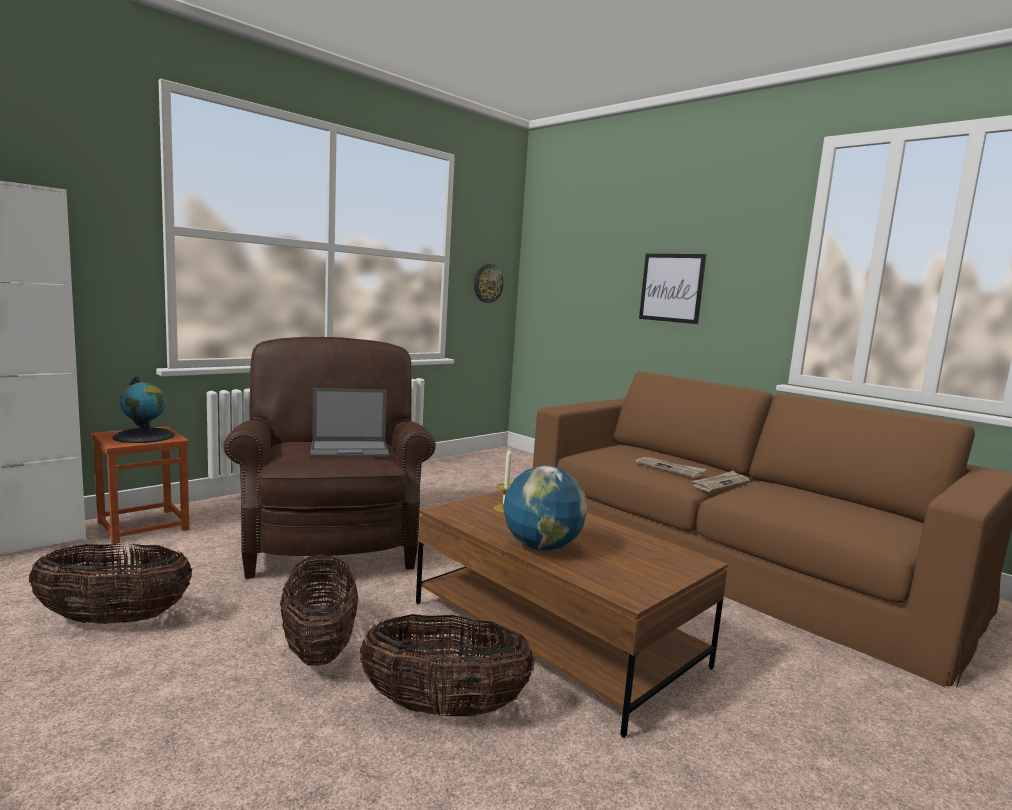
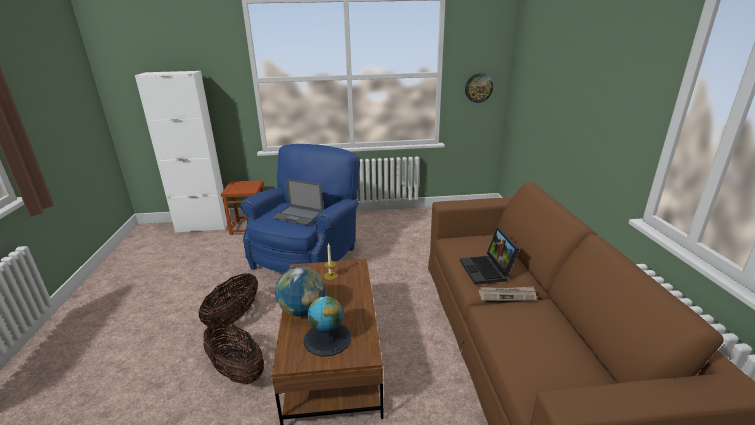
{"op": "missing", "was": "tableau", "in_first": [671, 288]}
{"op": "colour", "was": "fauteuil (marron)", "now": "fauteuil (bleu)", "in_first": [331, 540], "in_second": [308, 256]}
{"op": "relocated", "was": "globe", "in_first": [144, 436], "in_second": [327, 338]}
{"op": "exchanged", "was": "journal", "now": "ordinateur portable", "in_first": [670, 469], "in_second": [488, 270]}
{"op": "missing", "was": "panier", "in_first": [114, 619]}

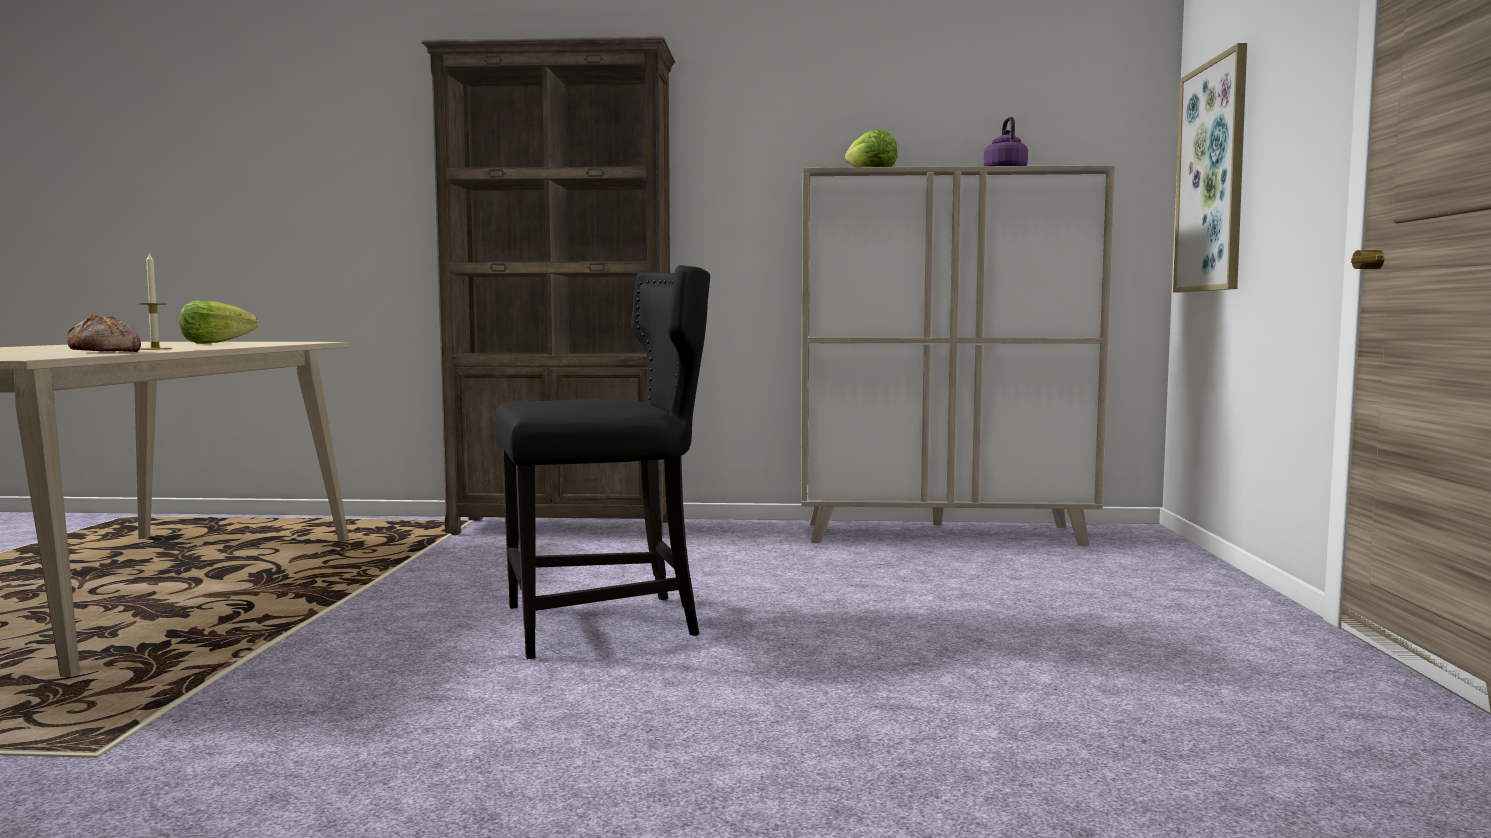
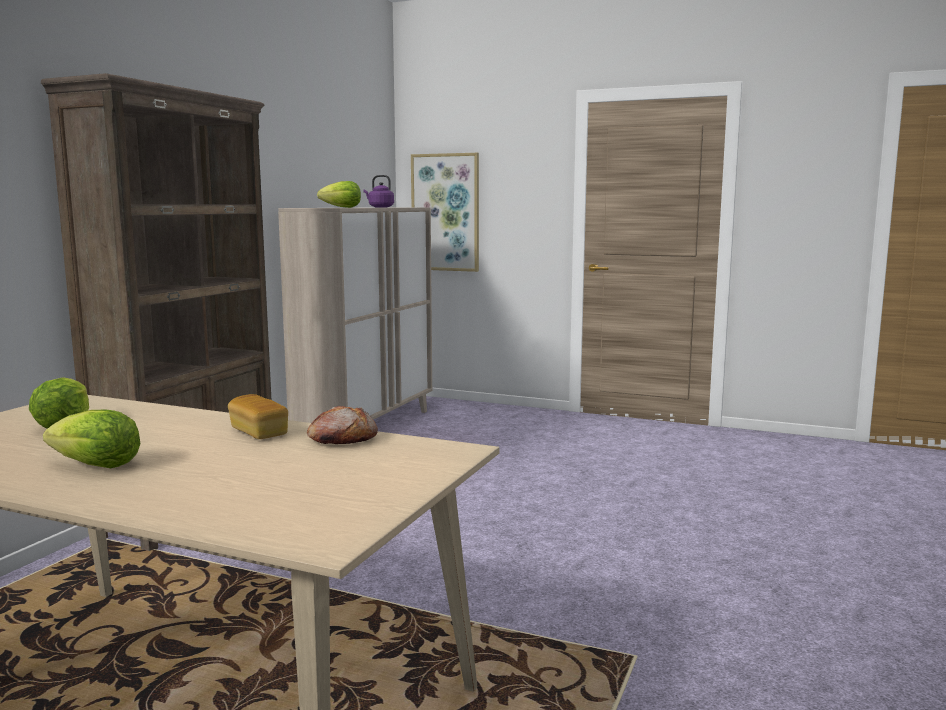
{"op": "exchanged", "was": "bougie", "now": "pain", "in_first": [155, 349], "in_second": [259, 432]}
{"op": "missing", "was": "chaise (noir)", "in_first": [605, 623]}
{"op": "appeared", "now": "laitue", "in_second": [97, 466]}

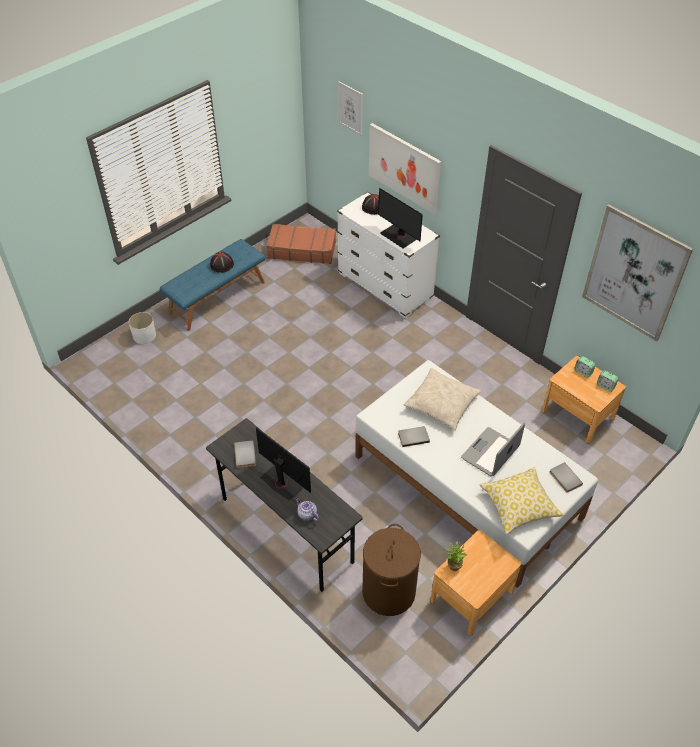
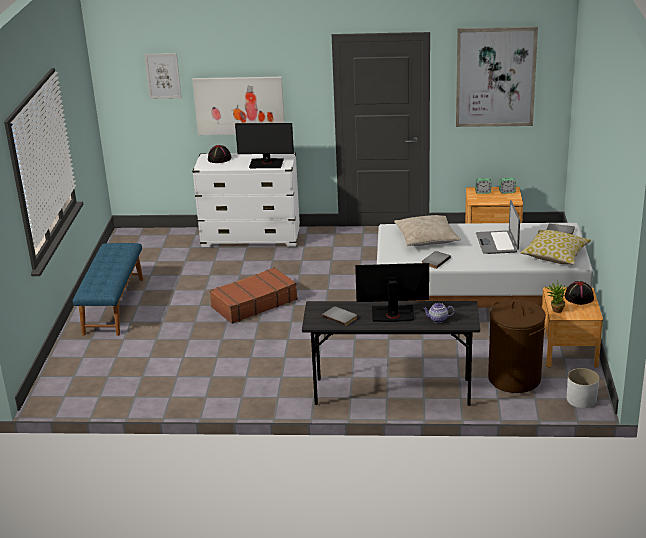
{"op": "relocated", "was": "valise (marron)", "in_first": [301, 250], "in_second": [254, 303]}
{"op": "relocated", "was": "chapeau (noir)", "in_first": [222, 264], "in_second": [579, 297]}
{"op": "relocated", "was": "cache-pot (blanc)", "in_first": [144, 336], "in_second": [581, 399]}

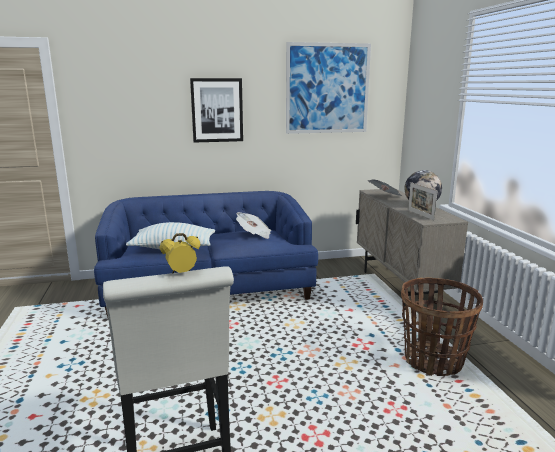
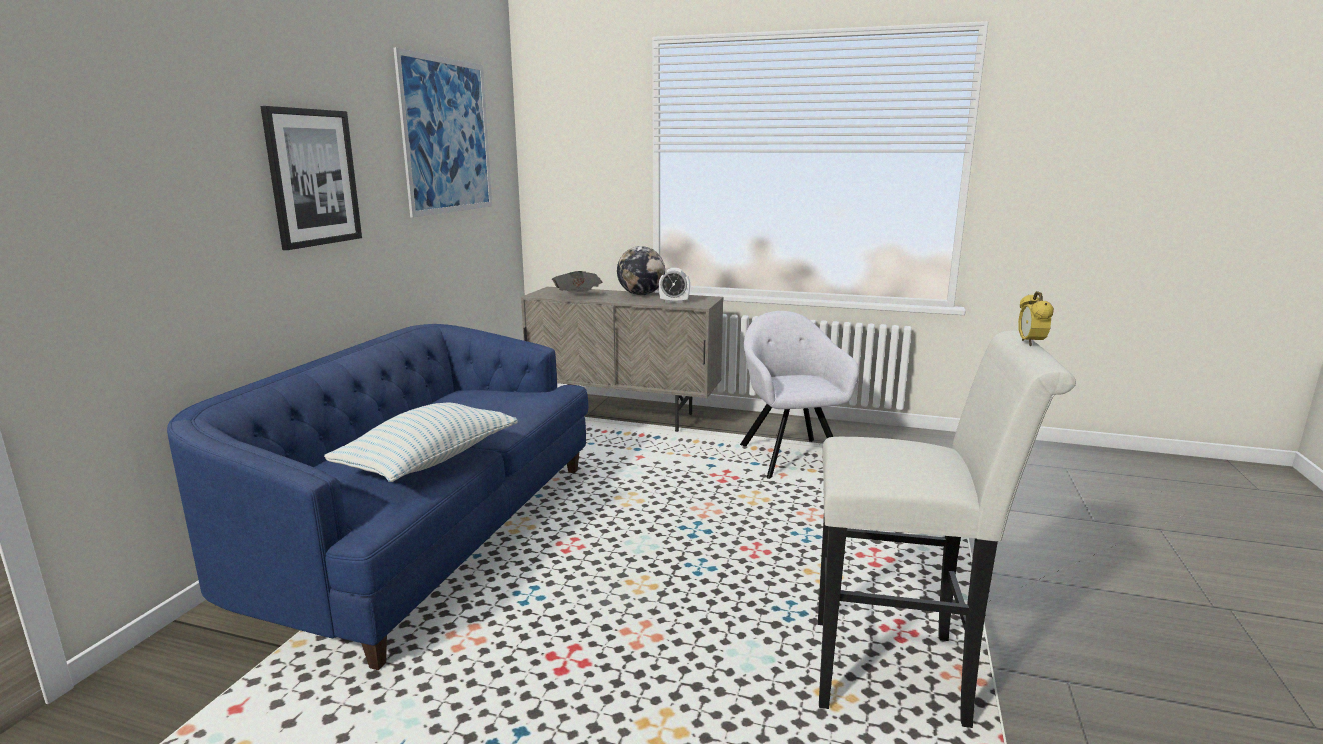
{"op": "exchanged", "was": "cadre photo", "now": "réveil", "in_first": [420, 215], "in_second": [674, 302]}
{"op": "missing", "was": "journal", "in_first": [254, 234]}
{"op": "exchanged", "was": "panier", "now": "fauteuil (gris)", "in_first": [433, 361], "in_second": [789, 456]}

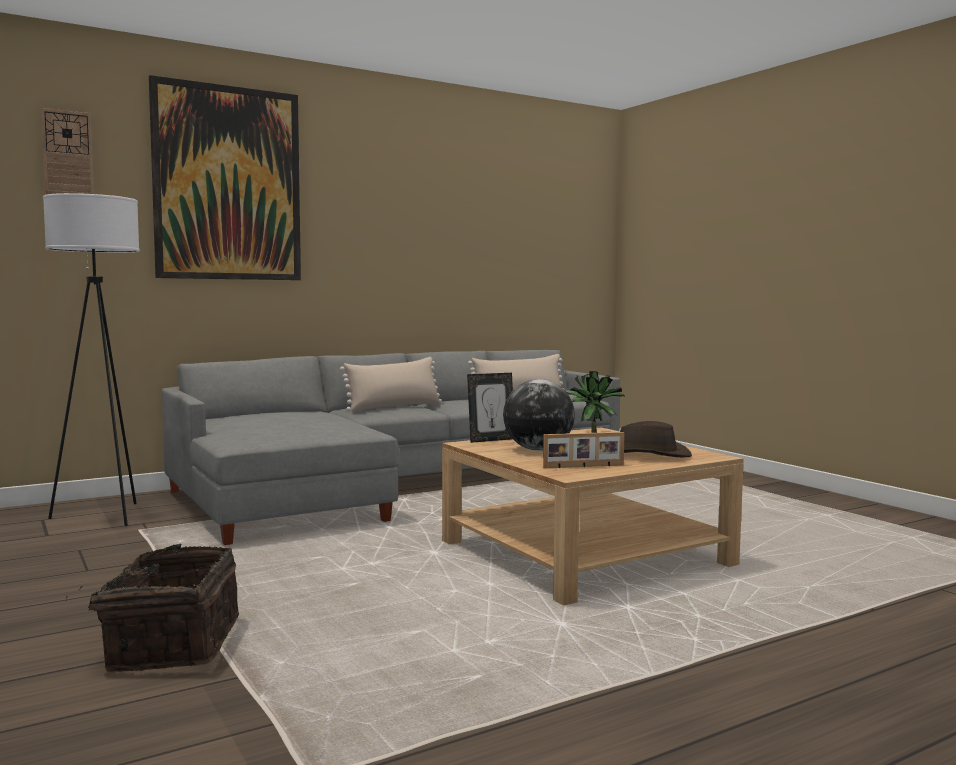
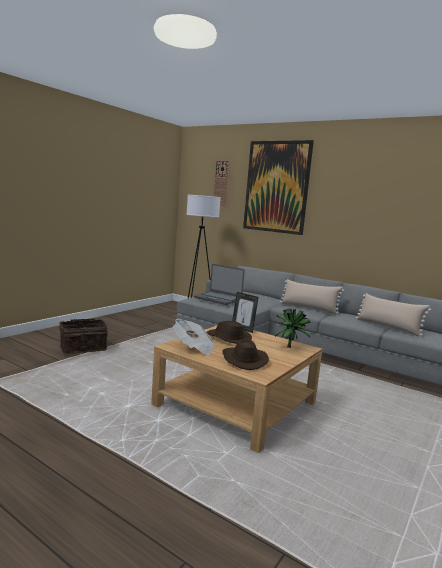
{"op": "exchanged", "was": "globe", "now": "chapeau (marron)", "in_first": [538, 450], "in_second": [228, 338]}
{"op": "exchanged", "was": "cadre photo", "now": "journal", "in_first": [584, 466], "in_second": [194, 348]}
{"op": "appeared", "now": "ordinateur portable", "in_second": [218, 299]}

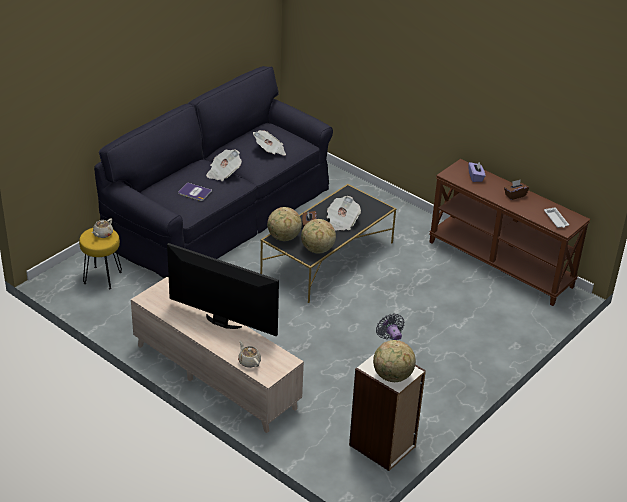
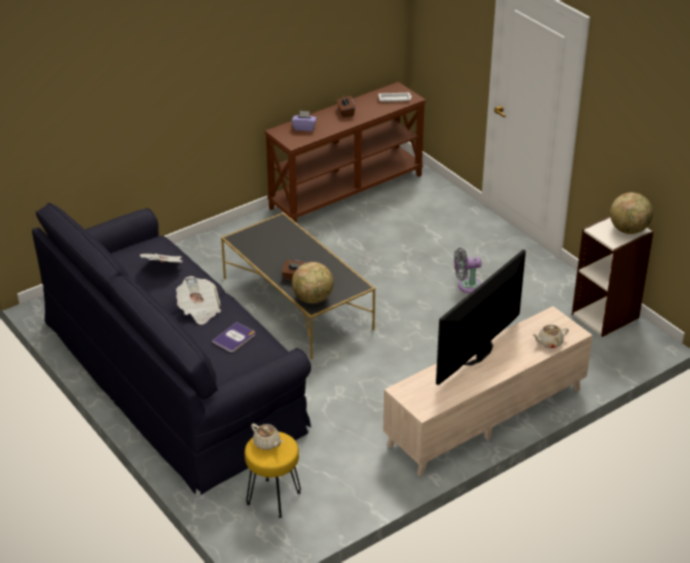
{"op": "missing", "was": "journal", "in_first": [341, 222]}
{"op": "missing", "was": "globe", "in_first": [317, 250]}

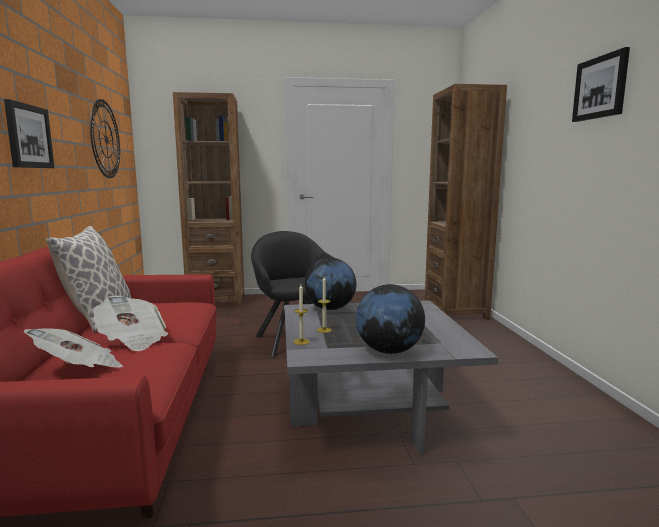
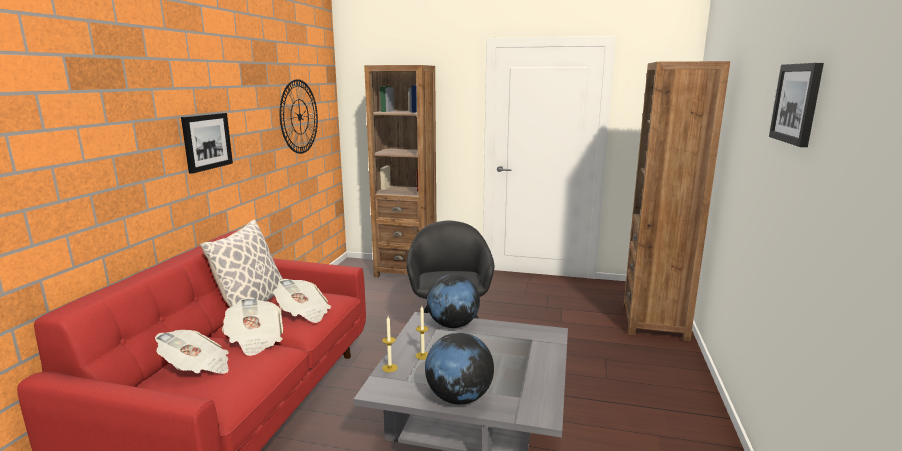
{"op": "appeared", "now": "journal", "in_second": [304, 313]}

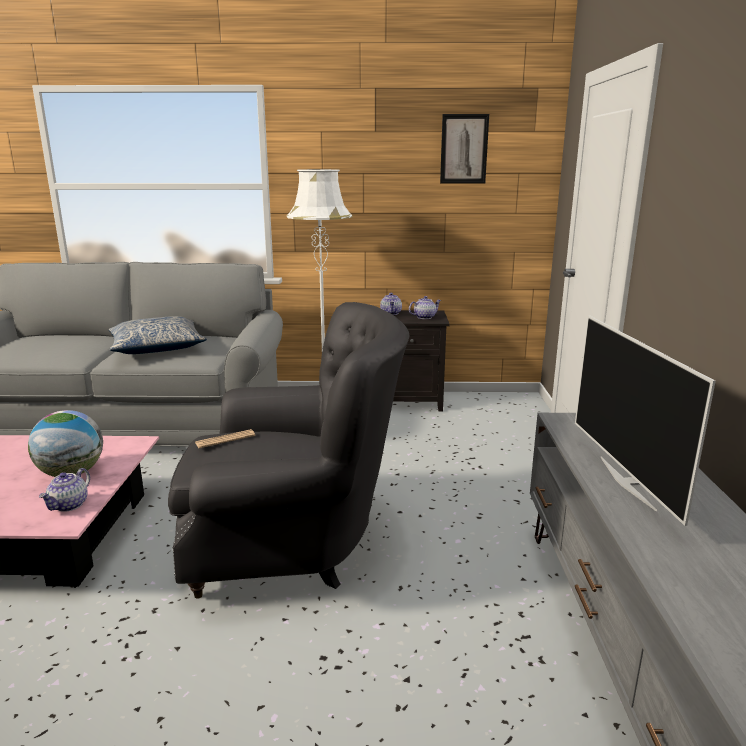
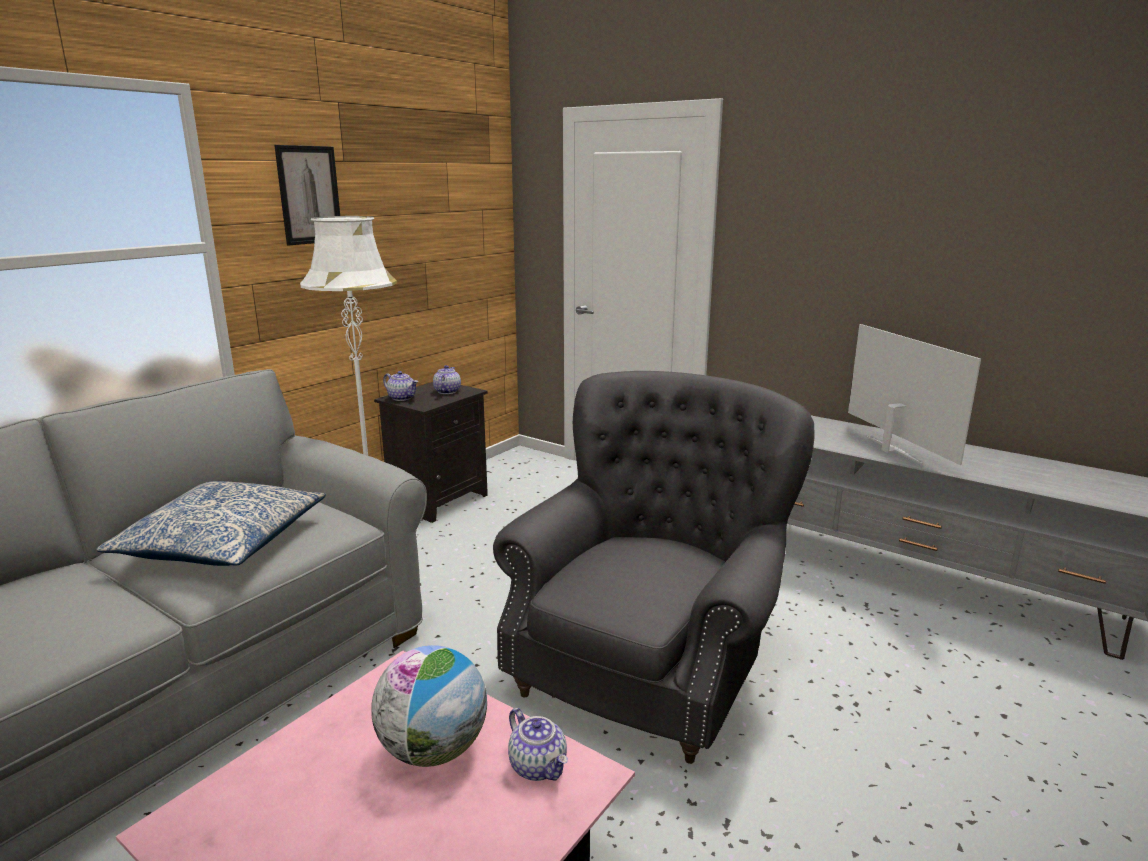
{"op": "relocated", "was": "tableau", "in_first": [464, 149], "in_second": [309, 195]}
{"op": "spun", "was": "téléviseur", "in_first": [628, 482], "in_second": [891, 450], "clockwise": -135}
{"op": "missing", "was": "journal", "in_first": [225, 439]}

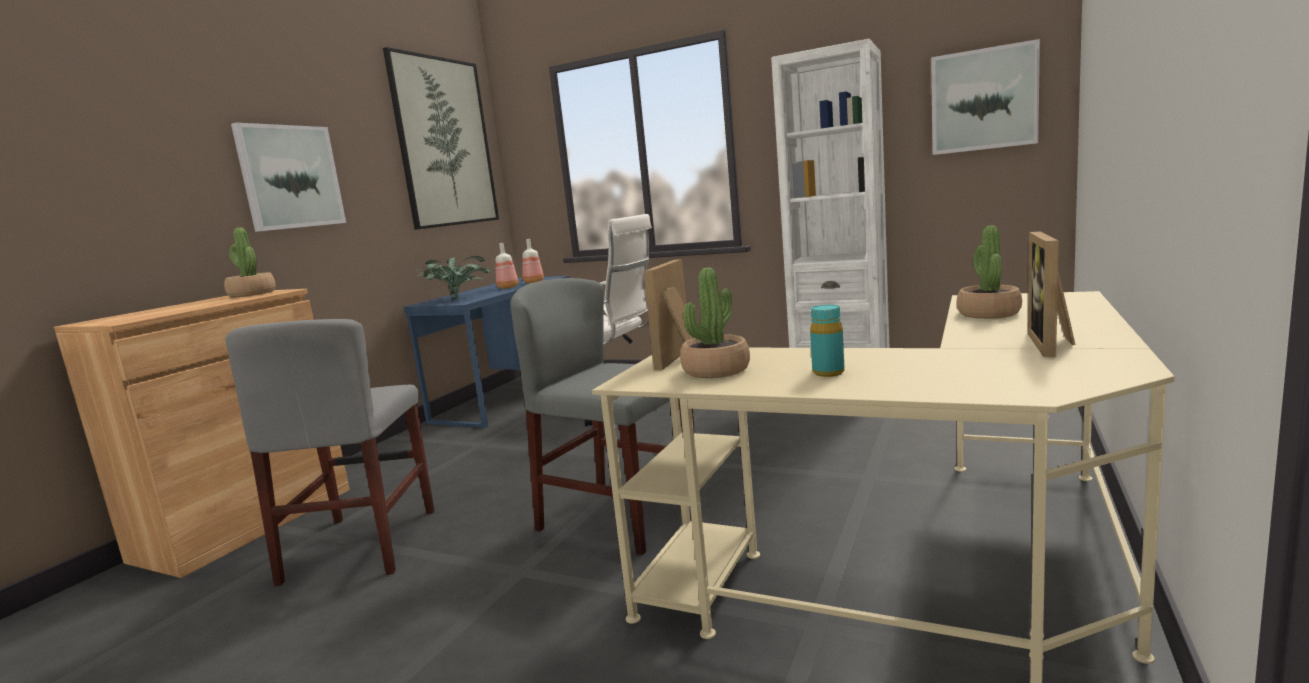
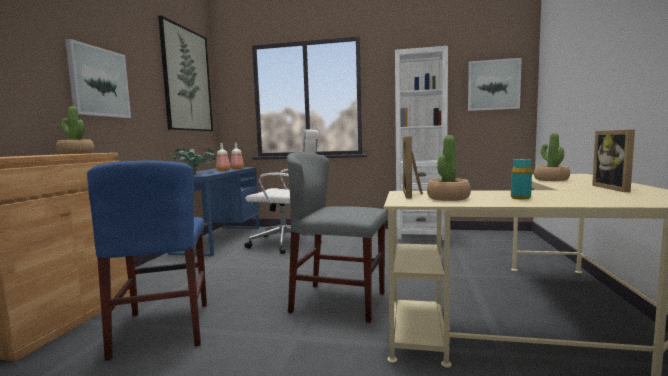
{"op": "colour", "was": "chaise (gris)", "now": "chaise (bleu)", "in_first": [362, 544], "in_second": [163, 328]}

